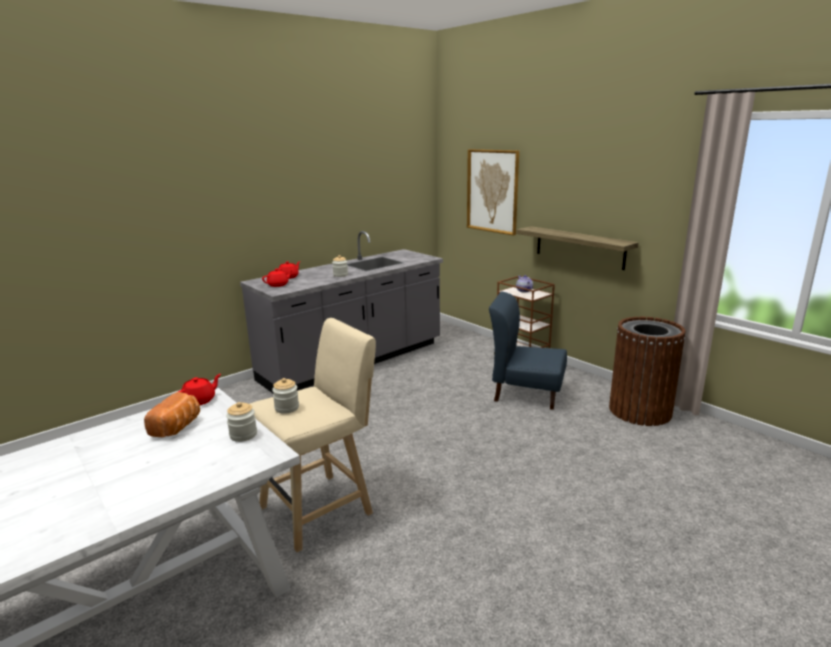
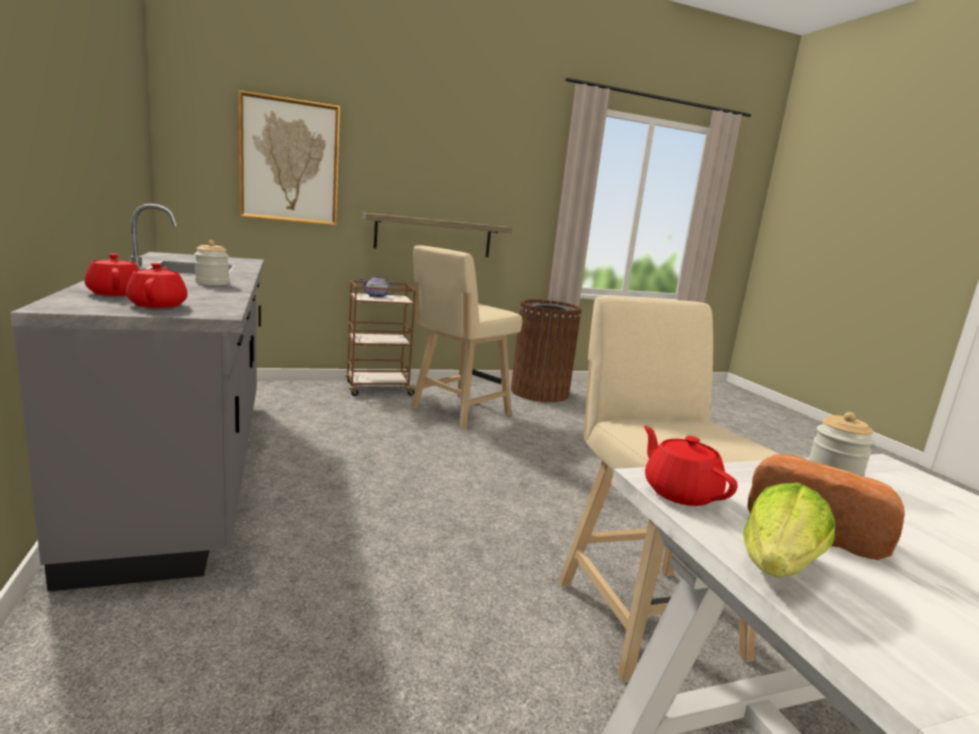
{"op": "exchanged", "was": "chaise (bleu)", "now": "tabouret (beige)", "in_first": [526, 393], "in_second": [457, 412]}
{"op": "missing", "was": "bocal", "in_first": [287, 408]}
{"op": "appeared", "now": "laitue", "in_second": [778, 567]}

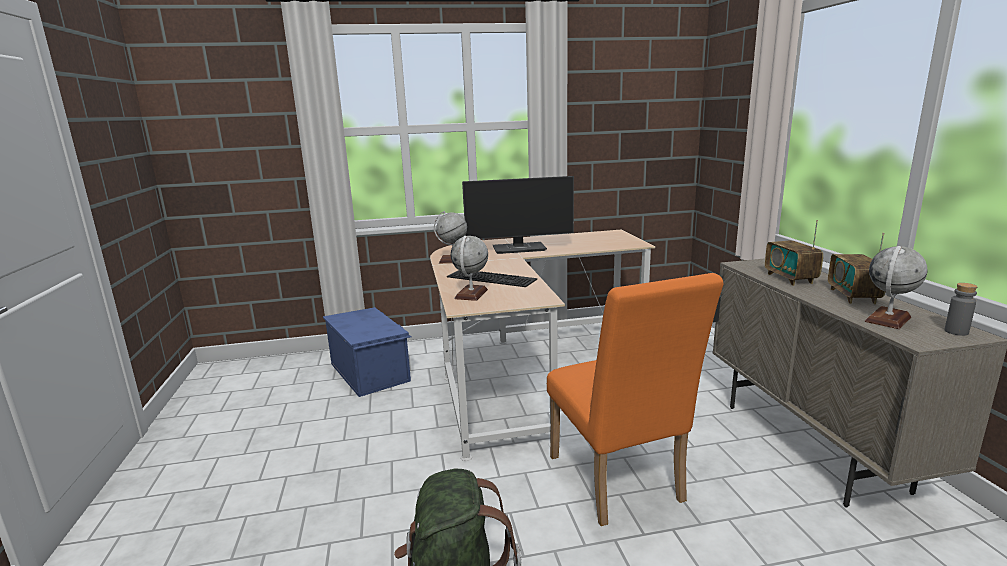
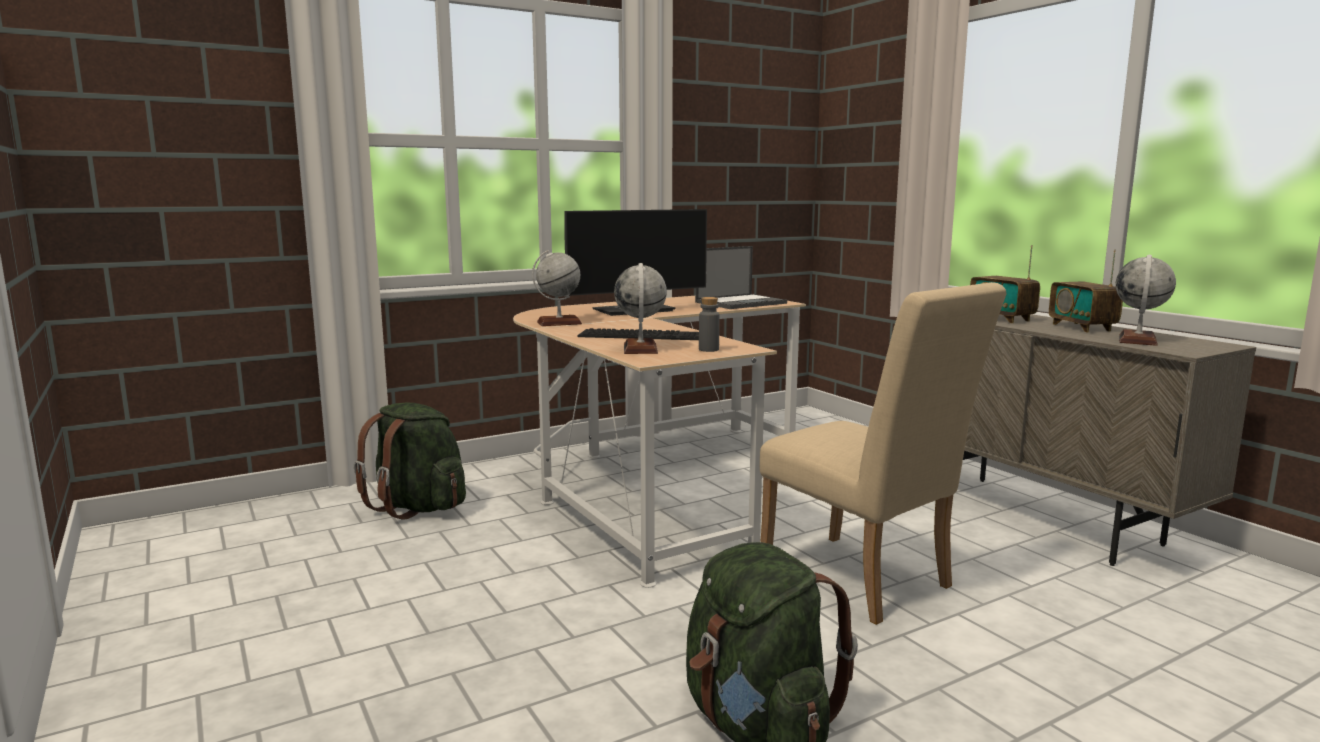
{"op": "colour", "was": "chaise (orange)", "now": "chaise (beige)", "in_first": [618, 484], "in_second": [864, 582]}
{"op": "relocated", "was": "bouteille (gris)", "in_first": [956, 332], "in_second": [708, 349]}
{"op": "exchanged", "was": "boîte de rangement (bleu)", "now": "sac à dos (vert)", "in_first": [370, 371], "in_second": [417, 507]}
{"op": "appeared", "now": "ordinateur portable", "in_second": [741, 302]}

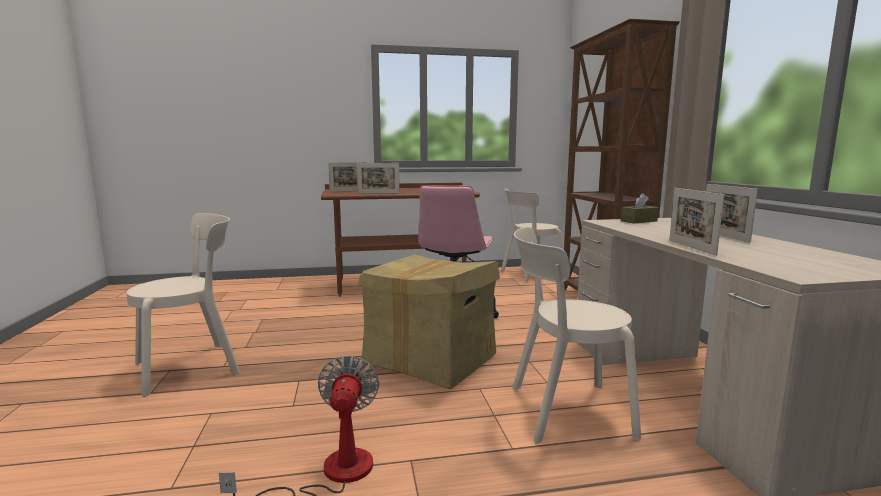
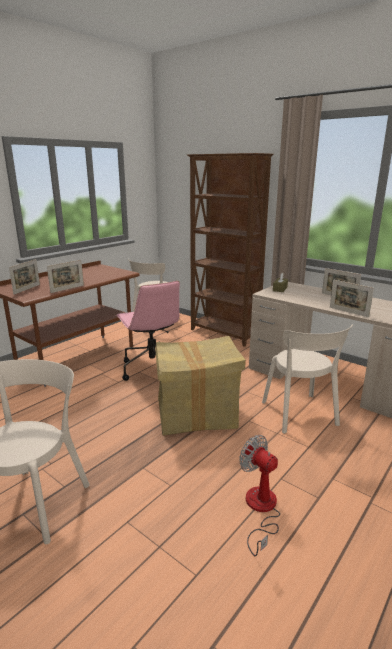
{"op": "spun", "was": "chaise (beige)", "in_first": [563, 411], "in_second": [300, 415], "clockwise": -60}

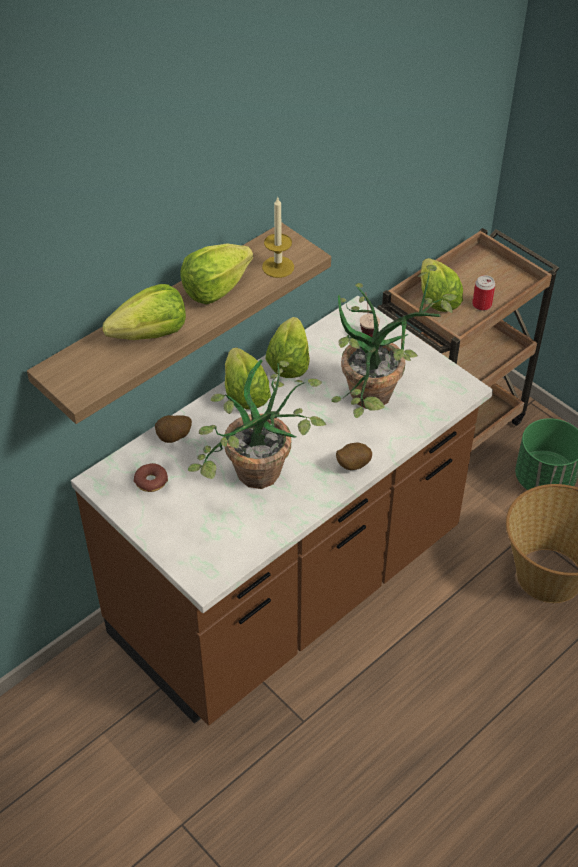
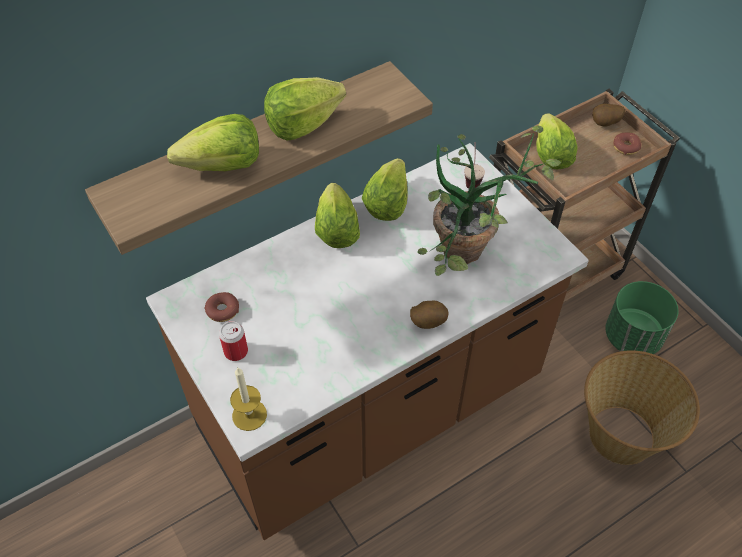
{"op": "relocated", "was": "bougie", "in_first": [278, 267], "in_second": [249, 415]}
{"op": "relocated", "was": "boîte métallique", "in_first": [481, 305], "in_second": [236, 351]}
{"op": "missing", "was": "plante en pot", "in_first": [255, 482]}
{"op": "relocated", "was": "pomme de terre", "in_first": [174, 438], "in_second": [605, 124]}
{"op": "appeared", "now": "beignet", "in_second": [626, 147]}

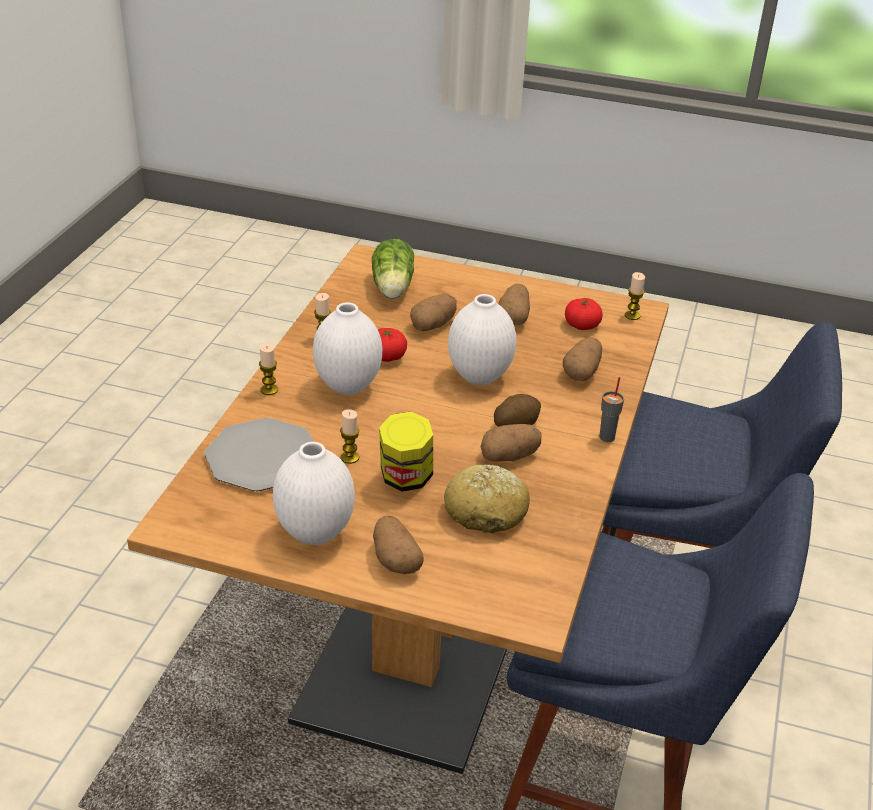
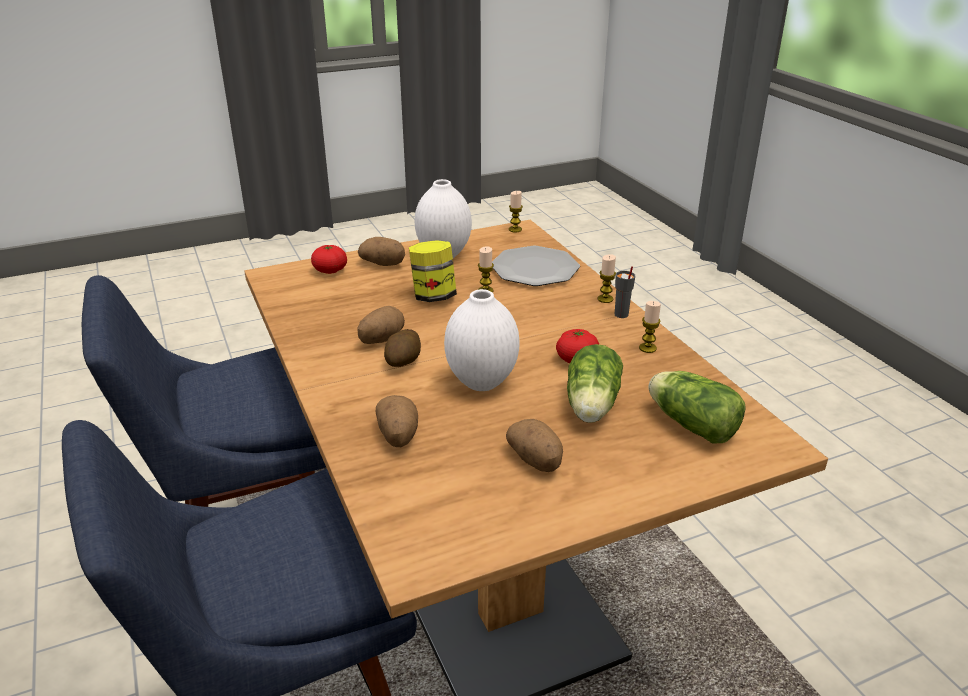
{"op": "relocated", "was": "bougie", "in_first": [632, 315], "in_second": [515, 229]}
{"op": "exchanged", "was": "pomme de terre", "now": "laitue", "in_first": [433, 325], "in_second": [591, 407]}
{"op": "relocated", "was": "tomate", "in_first": [582, 325], "in_second": [330, 270]}
{"op": "missing", "was": "vase (blanc)", "in_first": [347, 387]}
{"op": "relocated", "was": "tasse (gris)", "in_first": [607, 437], "in_second": [621, 315]}
{"op": "missing", "was": "pain", "in_first": [486, 511]}

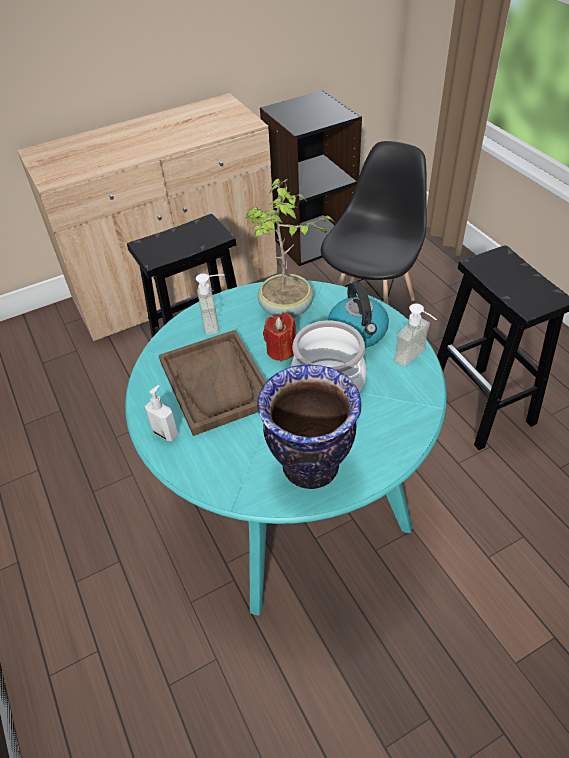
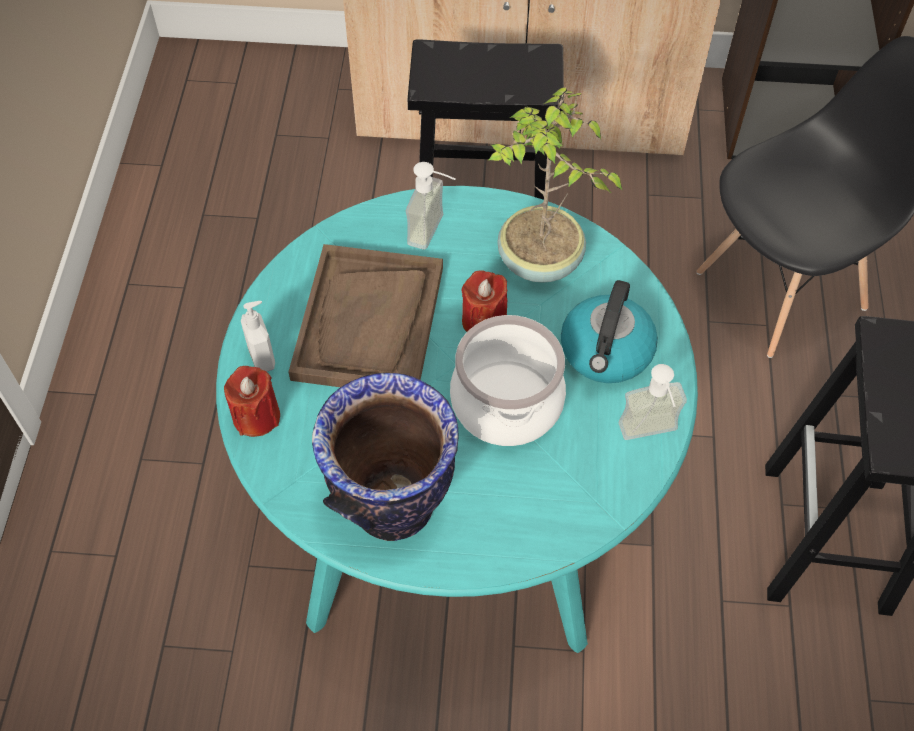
{"op": "appeared", "now": "bougie (rouge)", "in_second": [256, 416]}

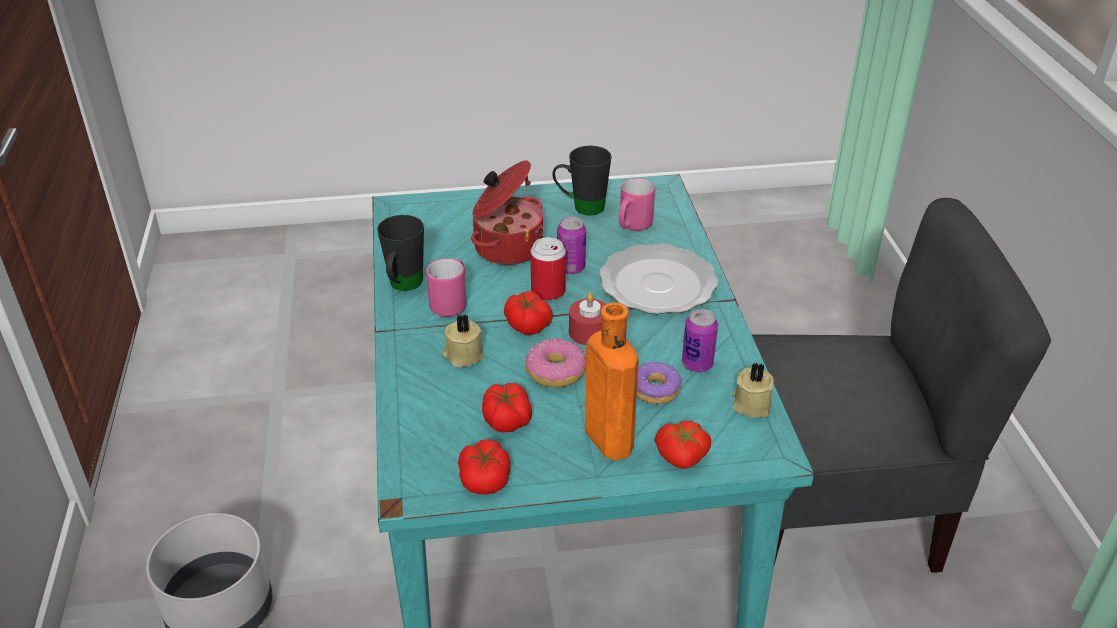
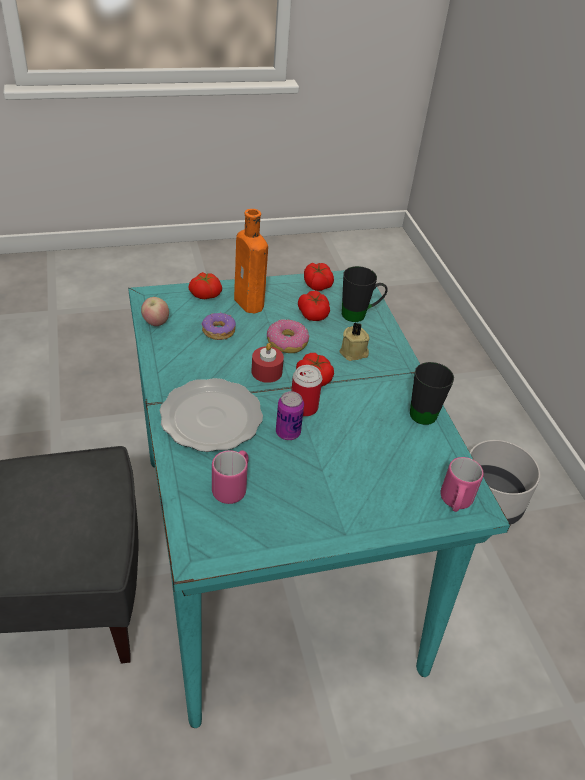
{"op": "relocated", "was": "mug (noir)", "in_first": [580, 207], "in_second": [360, 315]}
{"op": "missing", "was": "marmite", "in_first": [506, 247]}
{"op": "relocated", "was": "mug (rose)", "in_first": [451, 303], "in_second": [455, 502]}
{"op": "missing", "was": "boîte métallique", "in_first": [697, 364]}
{"op": "exchanged", "was": "bougie (beige)", "now": "pomme", "in_first": [751, 404], "in_second": [156, 323]}

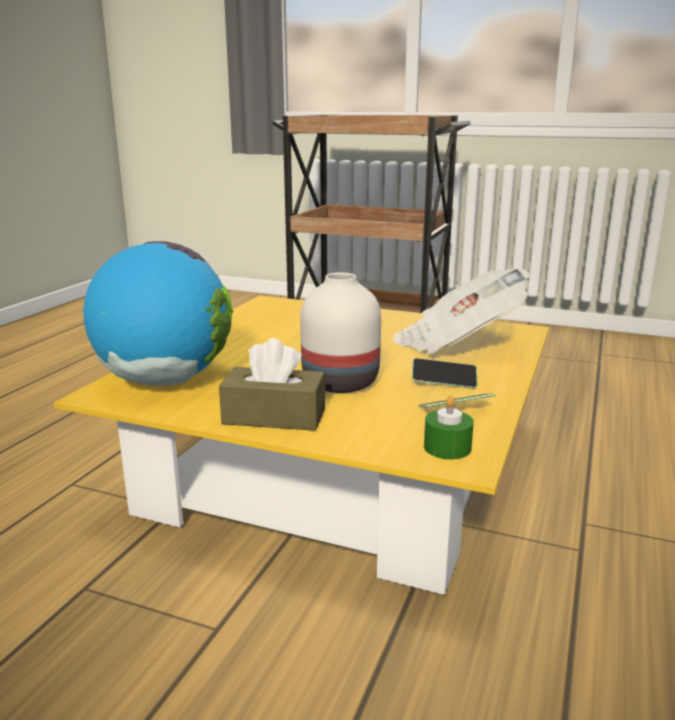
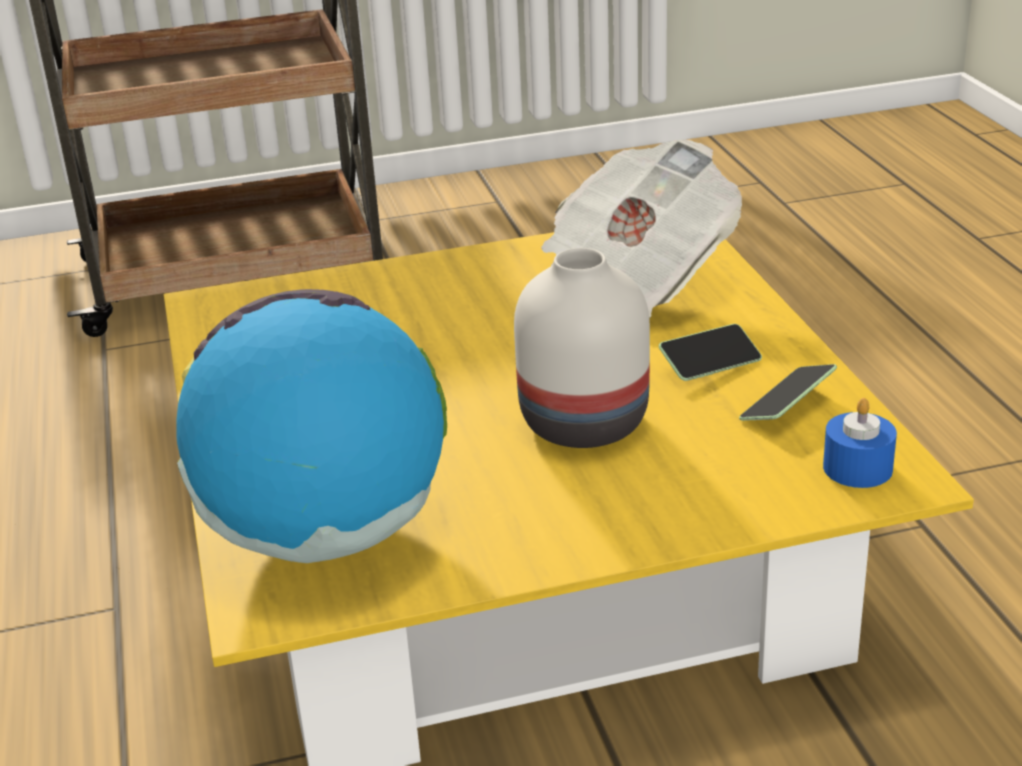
{"op": "missing", "was": "boîte à mouchoirs (marron)", "in_first": [274, 416]}
{"op": "colour", "was": "bougie (vert)", "now": "bougie (bleu)", "in_first": [447, 447], "in_second": [857, 468]}

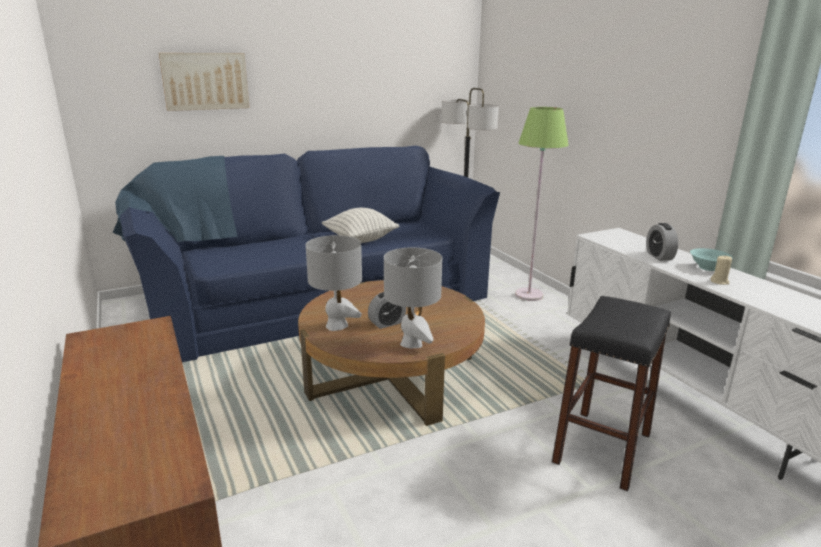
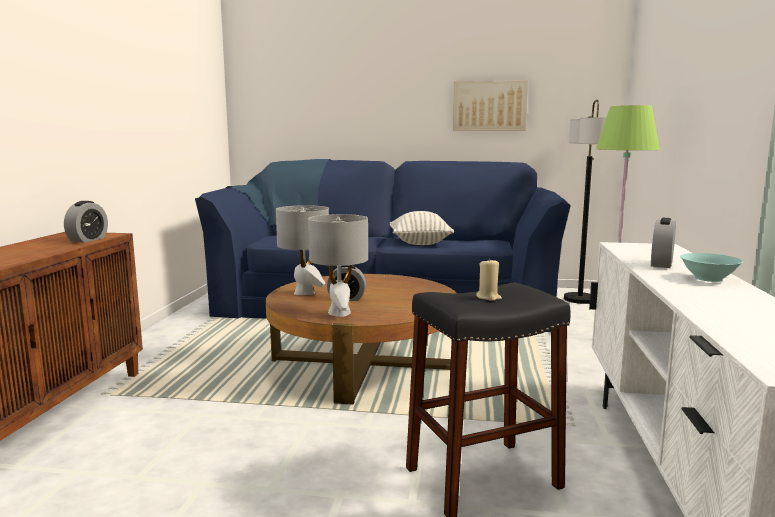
{"op": "relocated", "was": "tableau", "in_first": [205, 81], "in_second": [489, 106]}
{"op": "relocated", "was": "bougie (beige)", "in_first": [719, 282], "in_second": [488, 297]}
{"op": "appeared", "now": "réveil", "in_second": [88, 239]}

